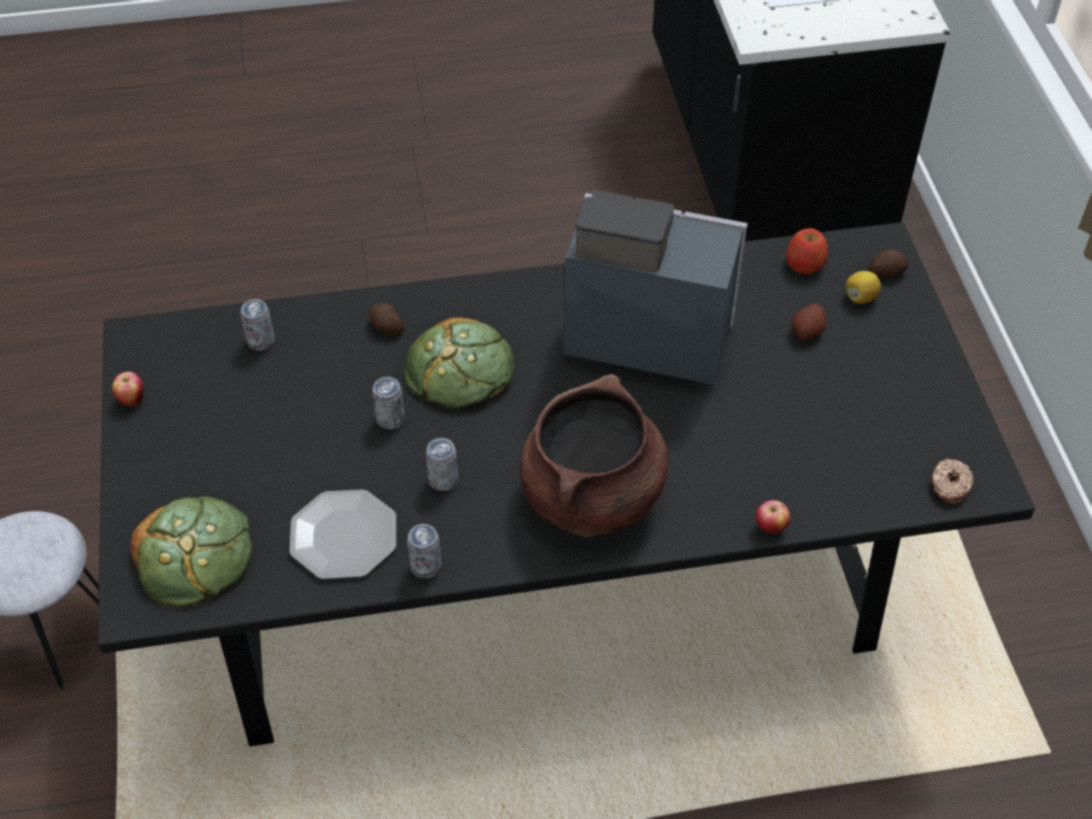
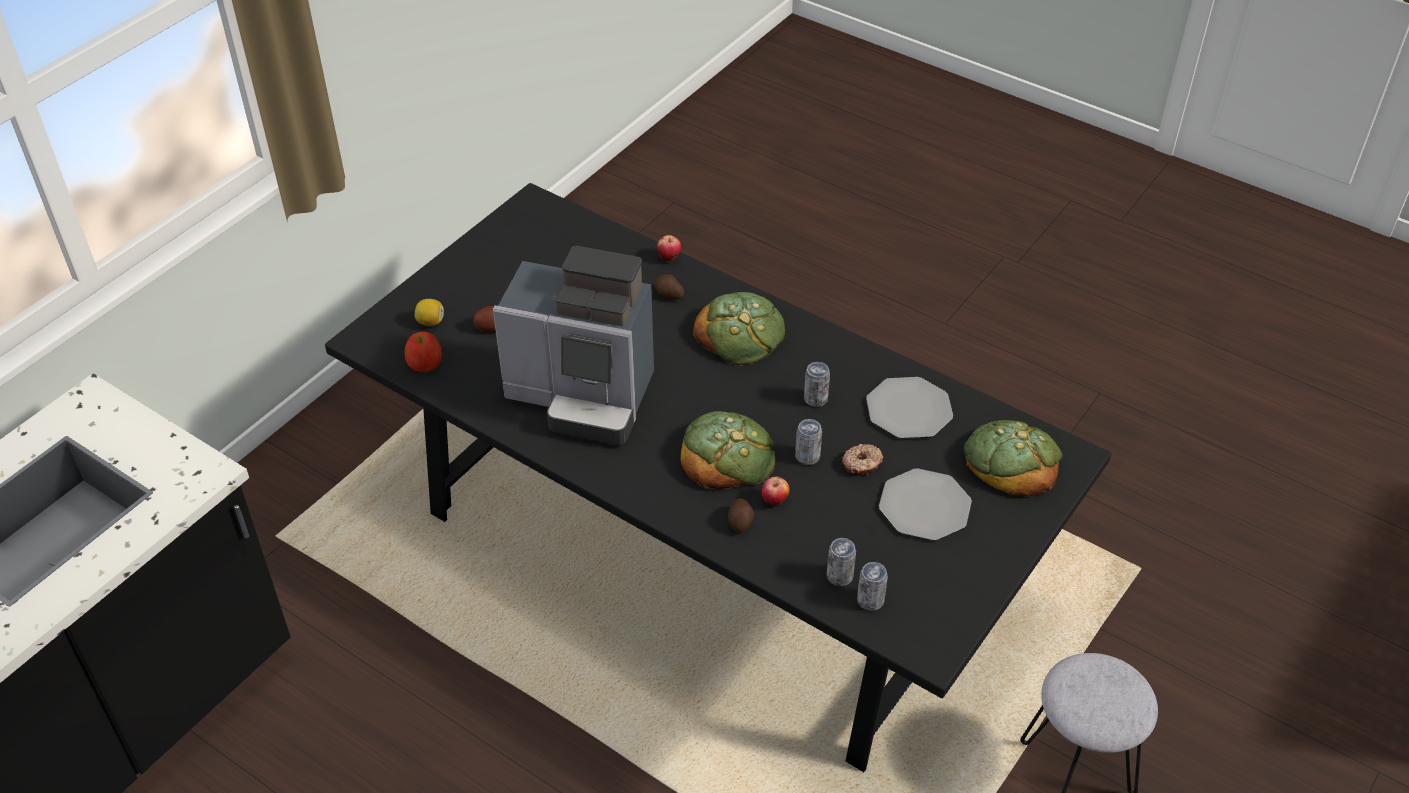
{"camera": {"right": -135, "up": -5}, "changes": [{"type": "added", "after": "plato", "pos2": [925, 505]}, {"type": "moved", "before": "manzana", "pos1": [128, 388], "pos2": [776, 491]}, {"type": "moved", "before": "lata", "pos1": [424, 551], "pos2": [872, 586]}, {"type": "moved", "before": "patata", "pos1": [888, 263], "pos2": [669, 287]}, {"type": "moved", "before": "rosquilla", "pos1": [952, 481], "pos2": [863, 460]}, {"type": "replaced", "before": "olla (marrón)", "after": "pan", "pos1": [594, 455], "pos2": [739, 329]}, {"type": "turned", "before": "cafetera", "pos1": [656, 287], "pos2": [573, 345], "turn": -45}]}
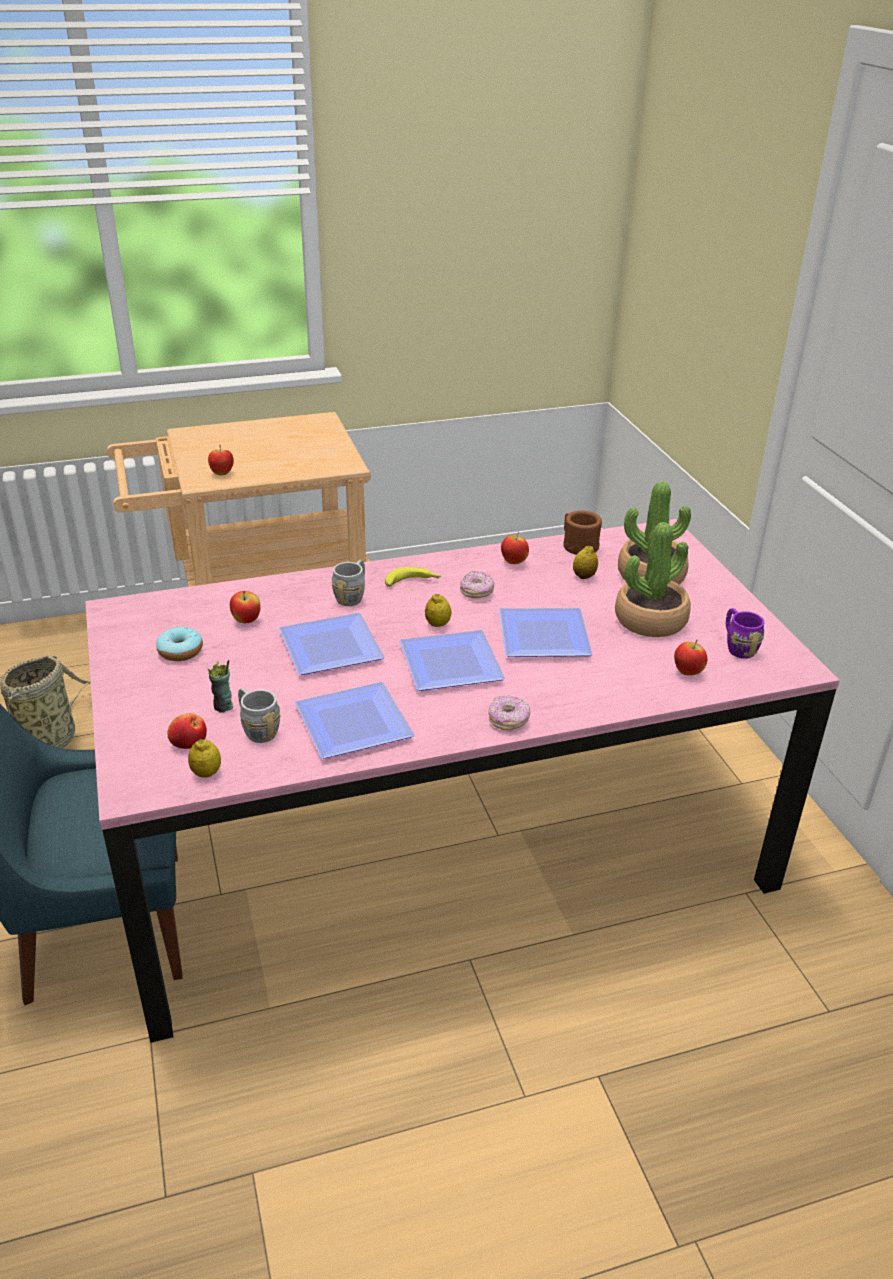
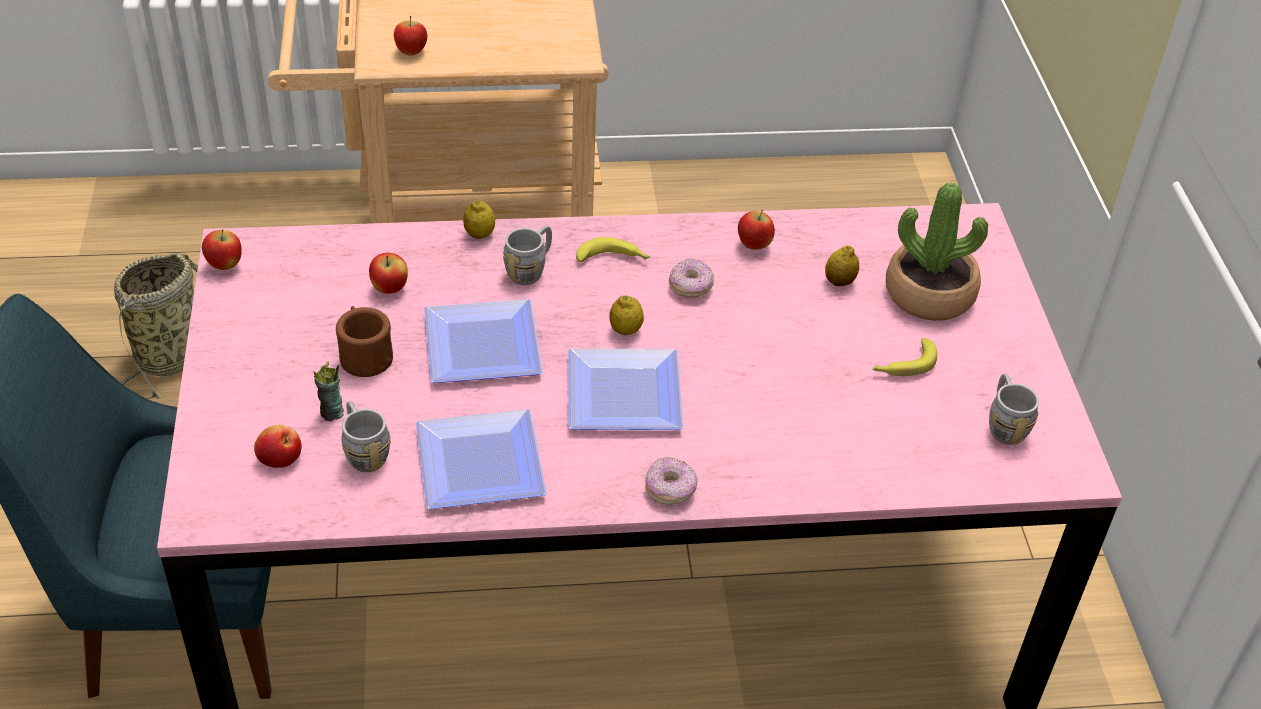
{"camera": {"right": 10, "up": 10}, "changes": [{"type": "removed", "before": "rosquilla", "pos1": [179, 644]}, {"type": "removed", "before": "plato", "pos1": [546, 632]}, {"type": "moved", "before": "limón", "pos1": [204, 758], "pos2": [479, 219]}, {"type": "moved", "before": "taza grande (marrón)", "pos1": [583, 533], "pos2": [364, 341]}, {"type": "moved", "before": "manzana", "pos1": [690, 658], "pos2": [222, 250]}, {"type": "replaced", "before": "planta en maceta", "after": "plátano", "pos1": [653, 579], "pos2": [905, 357]}, {"type": "recoloured", "before": "taza grande (morado)", "after": "taza grande (gris)", "pos1": [745, 633], "pos2": [1014, 409]}]}
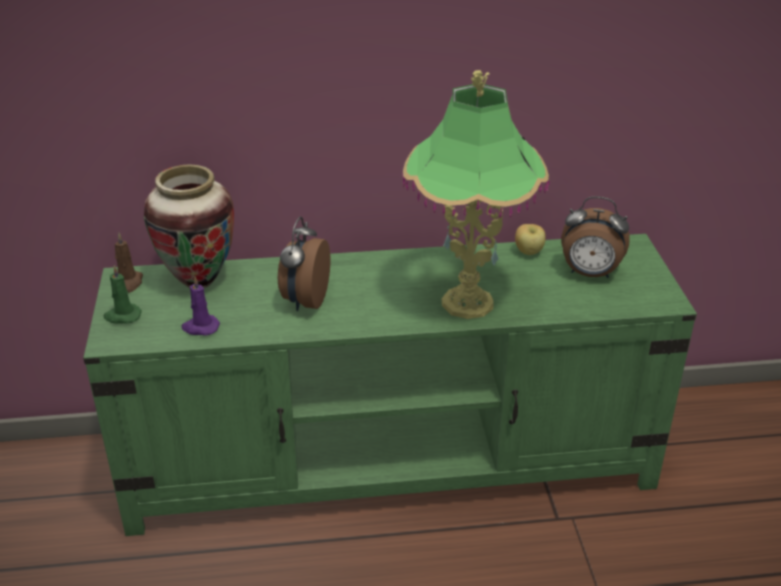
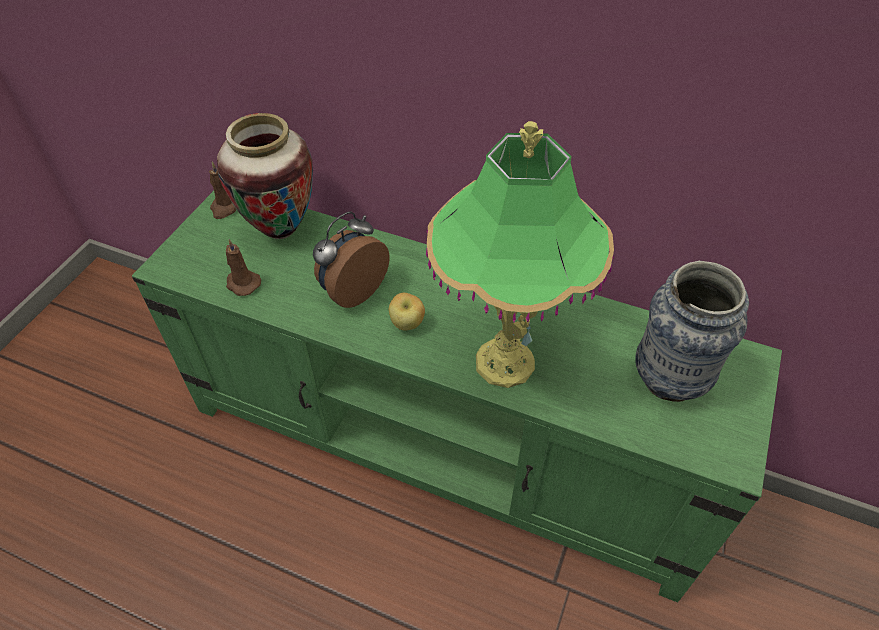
{"camera": {"right": 30, "up": 15}, "changes": [{"type": "removed", "before": "vela (verde)", "pos1": [123, 294]}, {"type": "moved", "before": "manzana", "pos1": [530, 239], "pos2": [407, 311]}, {"type": "replaced", "before": "despertador", "after": "florero", "pos1": [595, 237], "pos2": [692, 331]}, {"type": "recoloured", "before": "vela (morado)", "after": "vela (marrón)", "pos1": [200, 306], "pos2": [243, 267]}]}
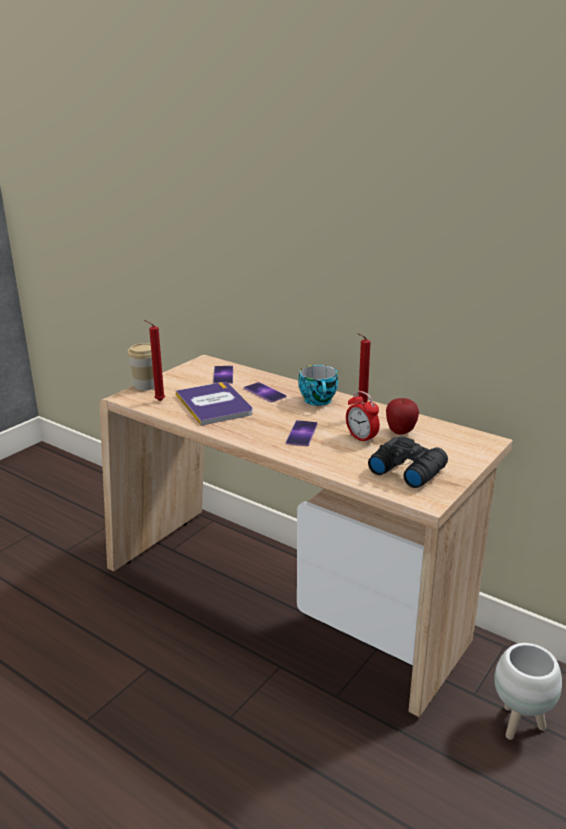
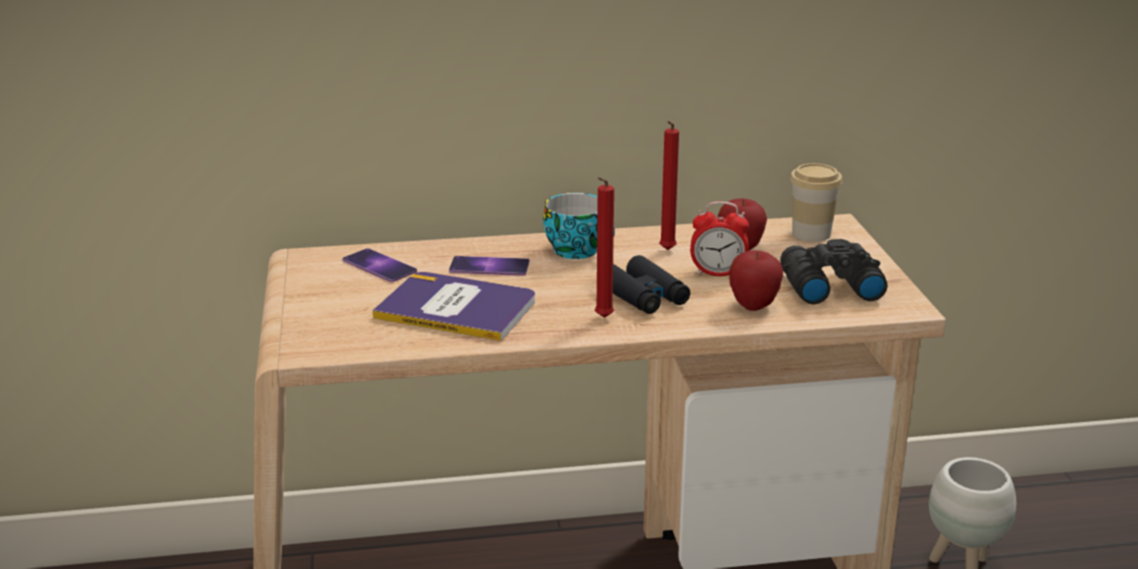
{"camera": {"right": -45, "up": 0}, "changes": [{"type": "added", "after": "manzana", "pos2": [756, 280]}, {"type": "moved", "before": "taza", "pos1": [141, 366], "pos2": [816, 202]}, {"type": "moved", "before": "vela (rojo)", "pos1": [154, 360], "pos2": [604, 247]}, {"type": "replaced", "before": "móvil", "after": "prismáticos (negro)", "pos1": [302, 433], "pos2": [651, 284]}]}
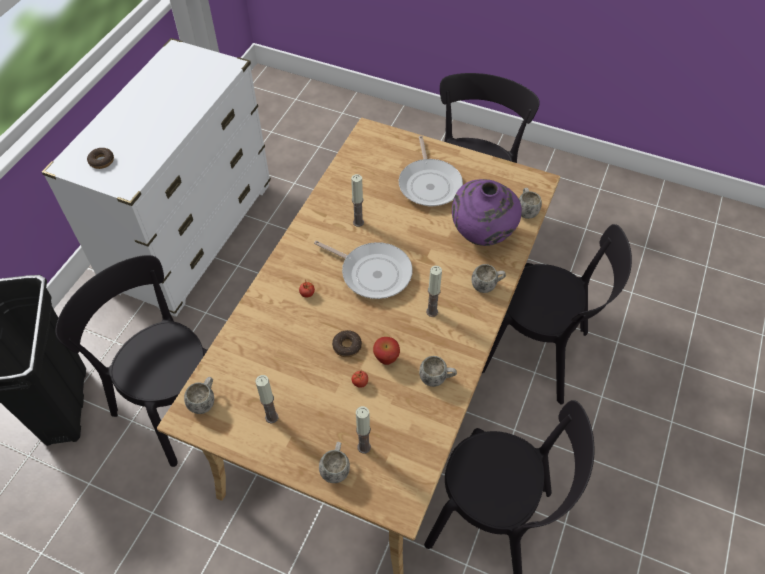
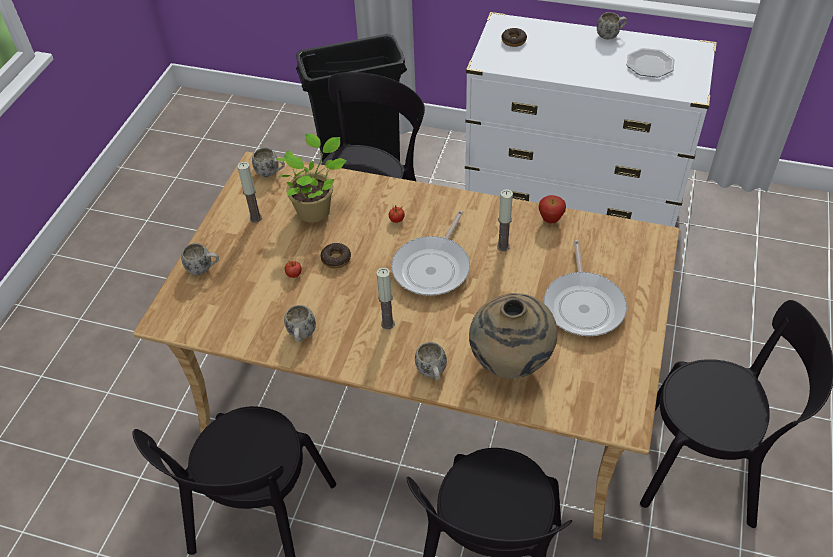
{"camera": {"right": 85, "up": -5}, "changes": [{"type": "removed", "before": "vela", "pos1": [363, 430]}, {"type": "added", "after": "planta en maceta", "pos2": [311, 178]}, {"type": "added", "after": "plato", "pos2": [650, 63]}, {"type": "moved", "before": "manzana", "pos1": [386, 351], "pos2": [552, 209]}, {"type": "moved", "before": "taza grande (blanco)", "pos1": [530, 203], "pos2": [612, 26]}, {"type": "recoloured", "before": "florero (morado)", "after": "florero (beis)", "pos1": [487, 212], "pos2": [513, 336]}, {"type": "turned", "before": "sartén", "pos1": [431, 171], "pos2": [585, 288], "turn": -75}]}
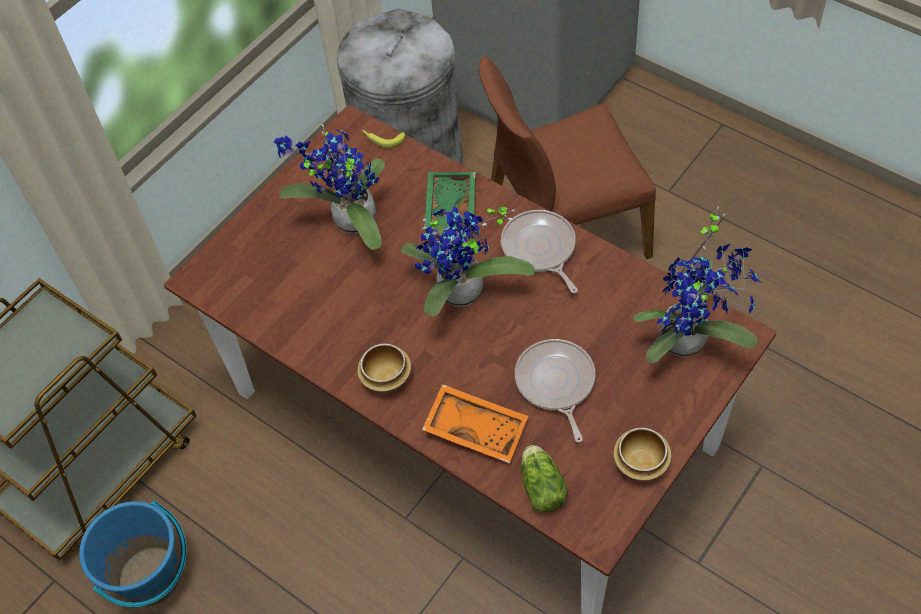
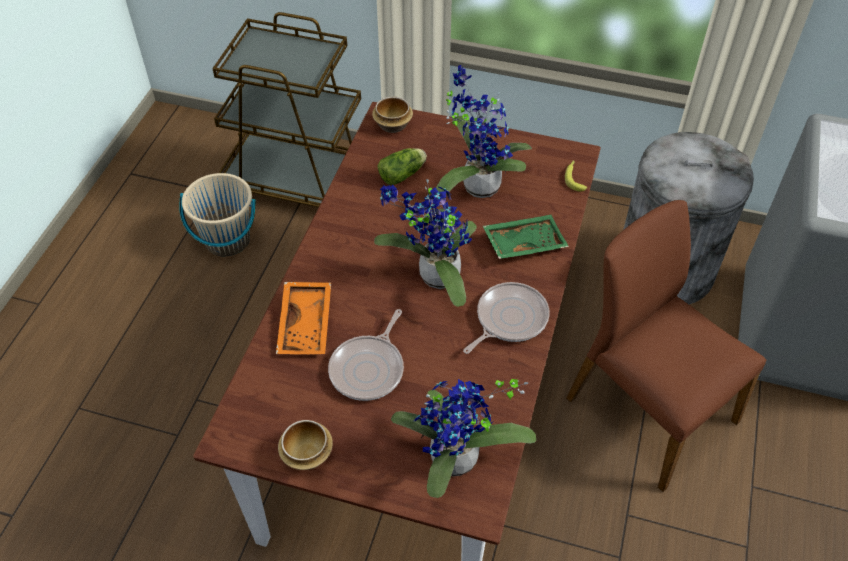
{"camera": {"right": 65, "up": -5}, "changes": [{"type": "moved", "before": "cuenco", "pos1": [384, 368], "pos2": [392, 115]}, {"type": "moved", "before": "lechuga", "pos1": [544, 479], "pos2": [402, 166]}, {"type": "recoloured", "before": "cubo (azul)", "after": "cubo (beis)", "pos1": [133, 553], "pos2": [217, 214]}, {"type": "turned", "before": "sartén", "pos1": [555, 391], "pos2": [366, 355], "turn": 150}]}
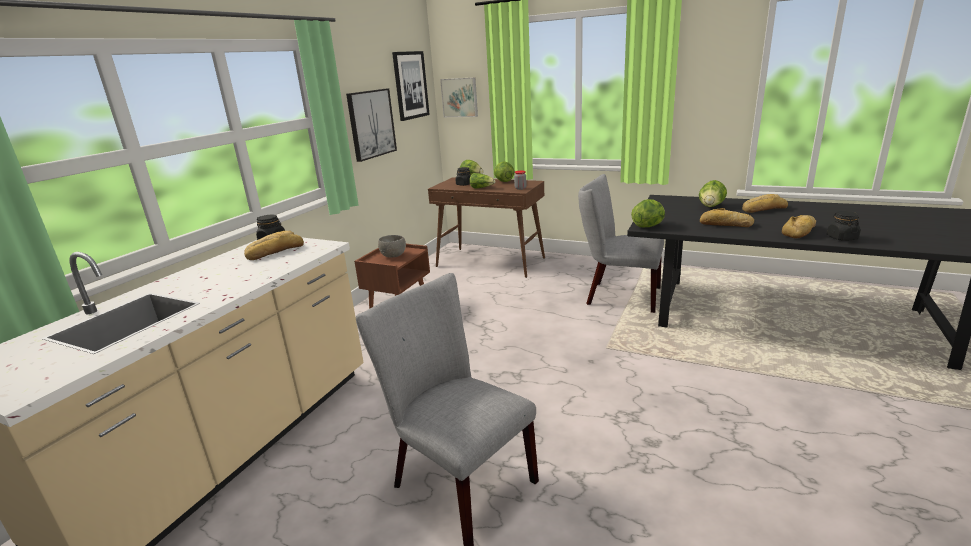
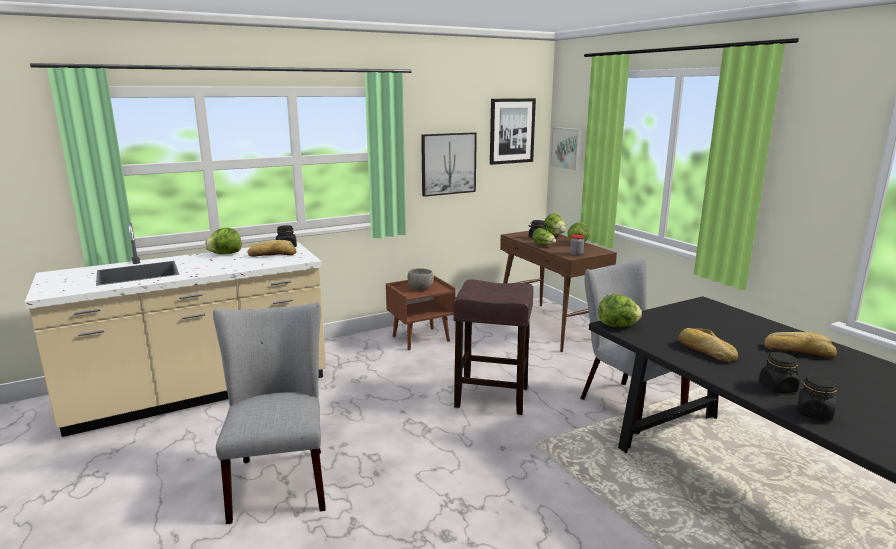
{"camera": {"right": 35, "up": -5}, "changes": [{"type": "added", "after": "taburete (marrón)", "pos2": [493, 347]}, {"type": "moved", "before": "lechuga", "pos1": [713, 193], "pos2": [223, 241]}, {"type": "replaced", "before": "pan", "after": "tarro (negro)", "pos1": [799, 226], "pos2": [779, 372]}]}
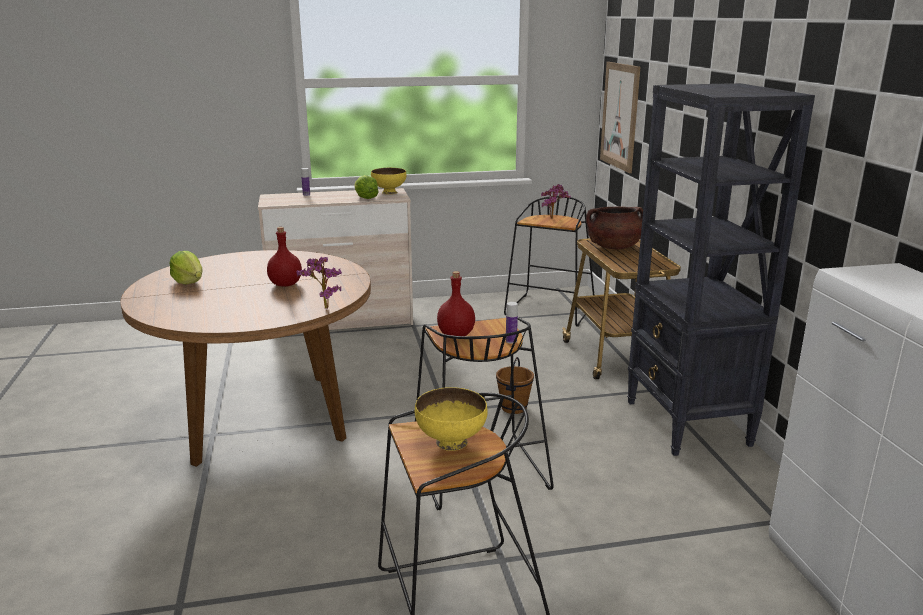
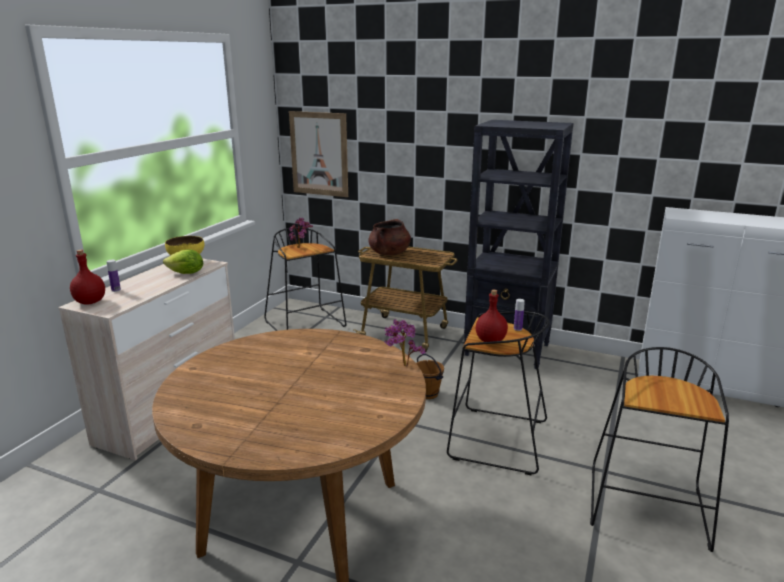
{"camera": {"right": -55, "up": 0}, "changes": [{"type": "removed", "before": "lechuga", "pos1": [185, 268]}, {"type": "removed", "before": "cuenco (amarillo)", "pos1": [451, 419]}, {"type": "moved", "before": "botella (rojo)", "pos1": [284, 257], "pos2": [87, 277]}]}
